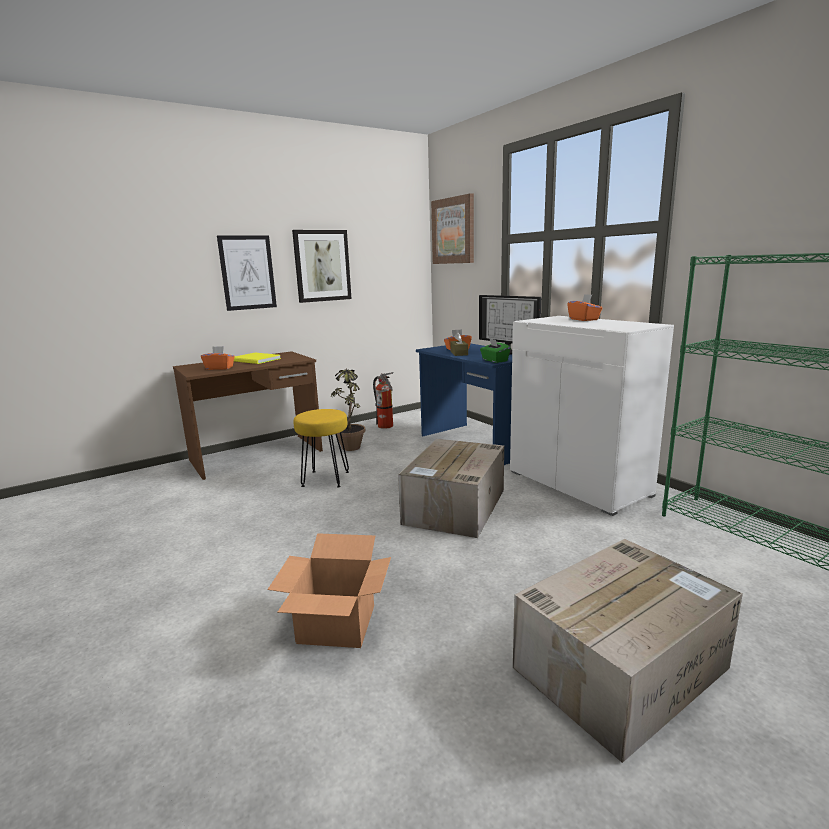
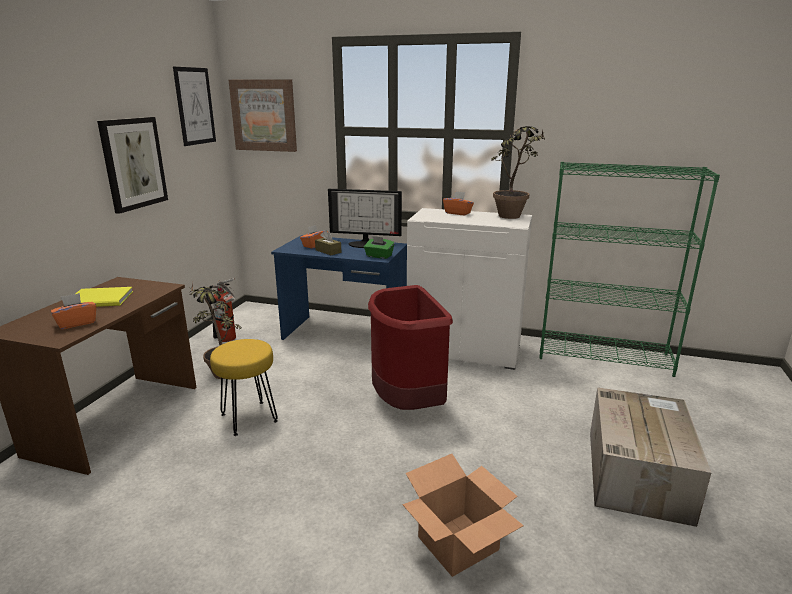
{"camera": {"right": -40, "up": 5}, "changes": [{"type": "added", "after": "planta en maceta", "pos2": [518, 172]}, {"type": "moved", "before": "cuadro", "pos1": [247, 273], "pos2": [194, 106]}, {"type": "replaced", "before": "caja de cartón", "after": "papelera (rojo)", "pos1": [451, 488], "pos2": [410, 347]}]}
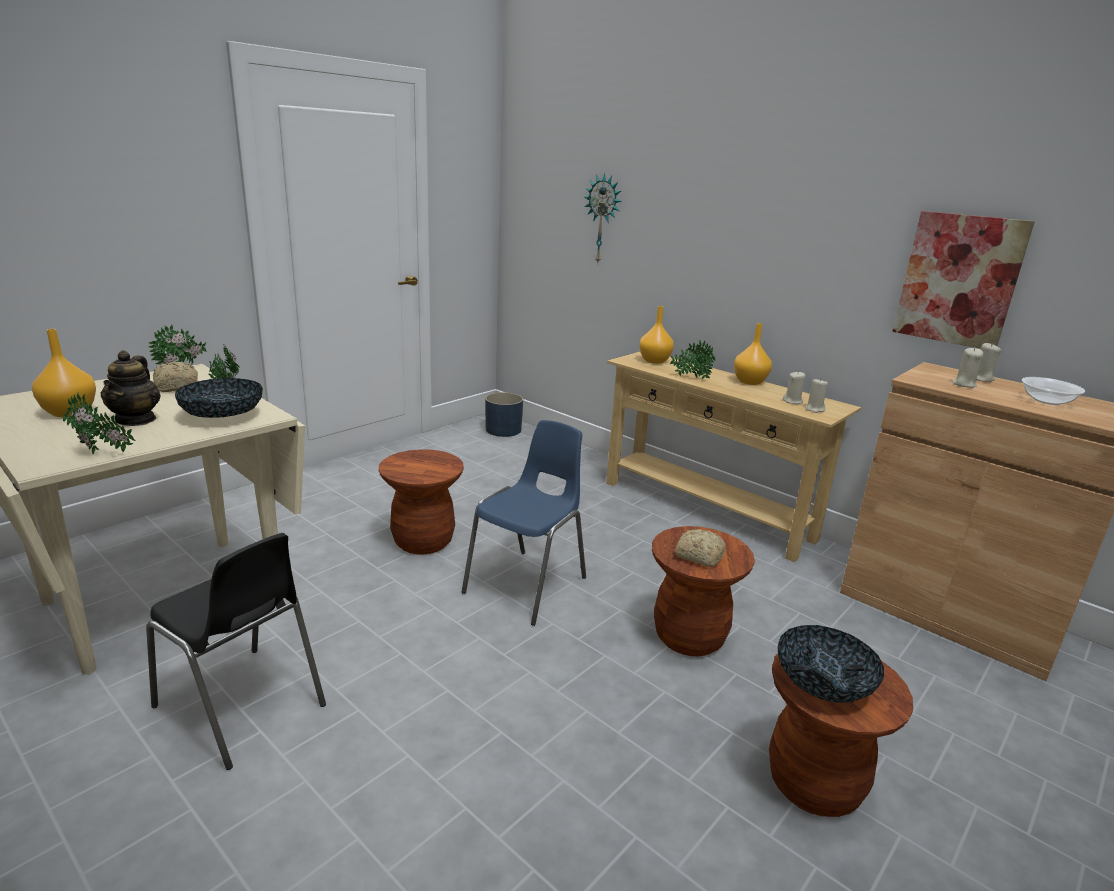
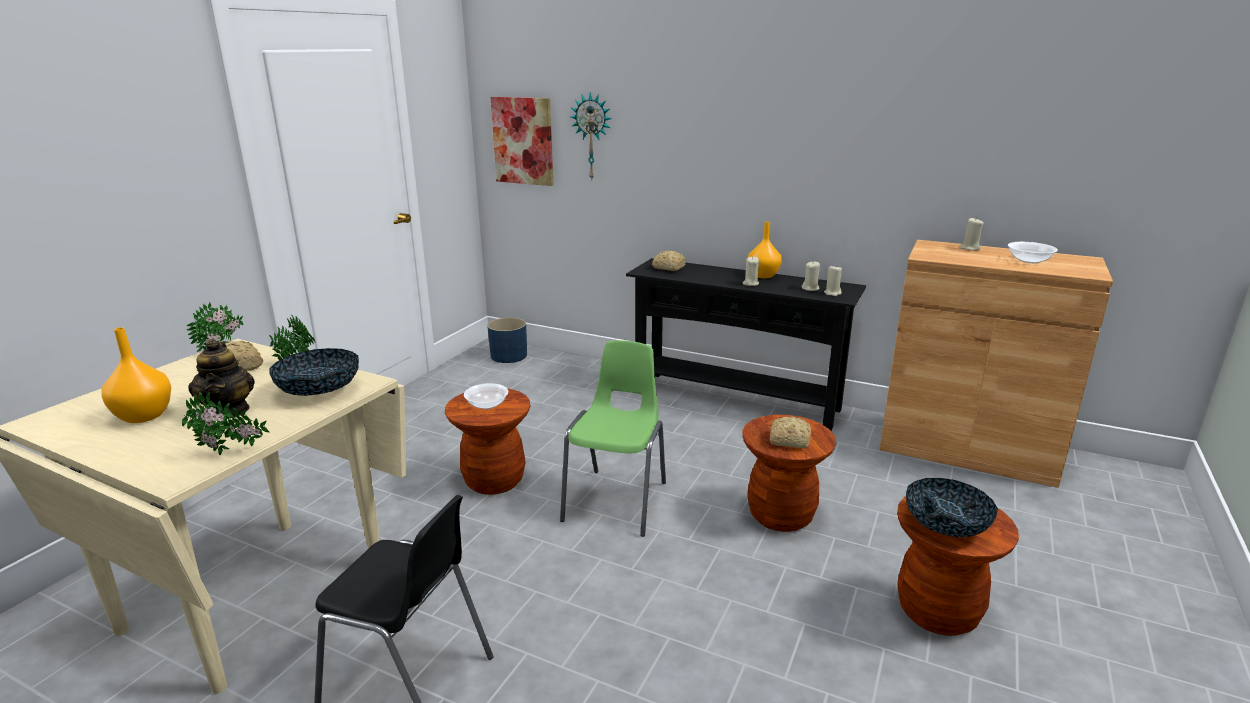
{"camera": {"right": -15, "up": 0}, "changes": [{"type": "removed", "before": "planta en maceta", "pos1": [692, 360]}, {"type": "added", "after": "cuenco", "pos2": [486, 396]}, {"type": "moved", "before": "cuadro", "pos1": [963, 280], "pos2": [522, 141]}, {"type": "moved", "before": "vela (beis)", "pos1": [968, 368], "pos2": [751, 271]}, {"type": "replaced", "before": "florero (naranja)", "after": "pan", "pos1": [656, 335], "pos2": [669, 261]}, {"type": "recoloured", "before": "silla (azul)", "after": "silla (verde)", "pos1": [524, 523], "pos2": [613, 438]}, {"type": "recoloured", "before": "mesa consola (beis)", "after": "mesa consola (negro)", "pos1": [733, 457], "pos2": [746, 344]}]}
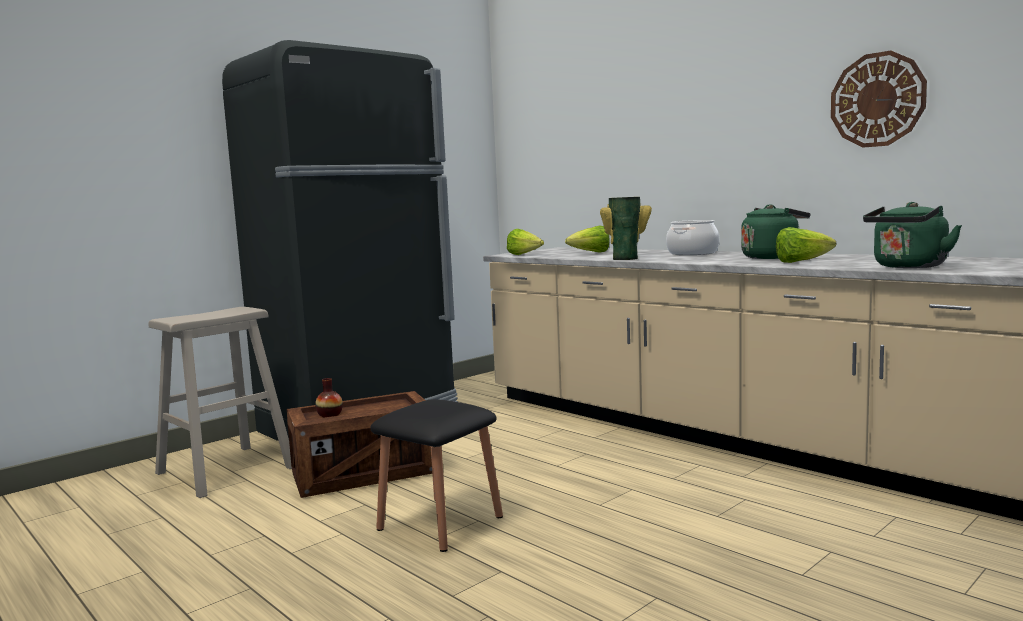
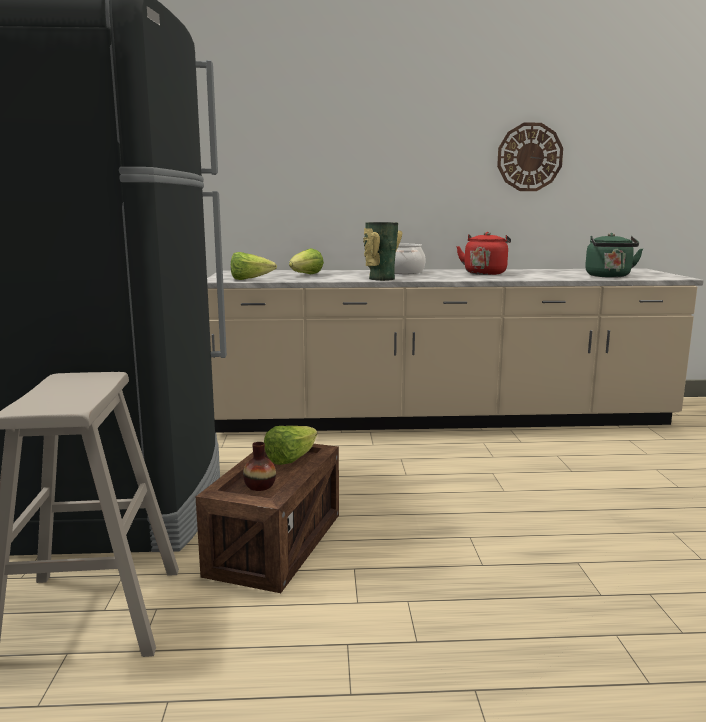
{"camera": {"right": -50, "up": 5}, "changes": [{"type": "removed", "before": "taburete (negro)", "pos1": [436, 475]}, {"type": "moved", "before": "lechuga", "pos1": [806, 245], "pos2": [290, 445]}, {"type": "recoloured", "before": "hervidor (verde)", "after": "hervidor (rojo)", "pos1": [775, 231], "pos2": [483, 253]}]}
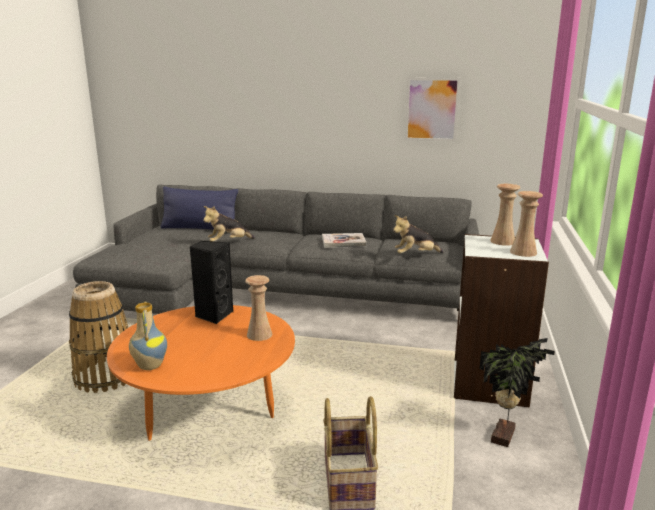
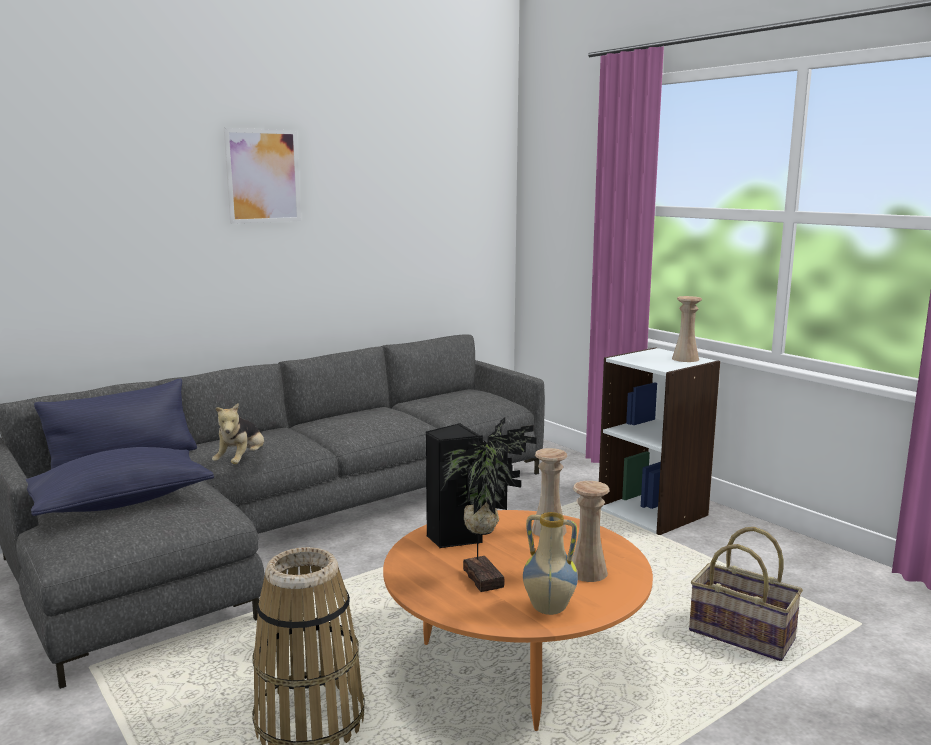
{"camera": {"right": -50, "up": -5}, "changes": [{"type": "removed", "before": "libro", "pos1": [344, 240]}, {"type": "removed", "before": "peluche", "pos1": [418, 234]}, {"type": "added", "after": "cojín (azul)", "pos2": [120, 481]}, {"type": "moved", "before": "cuadro", "pos1": [433, 109], "pos2": [262, 176]}, {"type": "moved", "before": "planta en maceta", "pos1": [517, 392], "pos2": [488, 505]}, {"type": "moved", "before": "florero (beis)", "pos1": [505, 215], "pos2": [591, 531]}]}
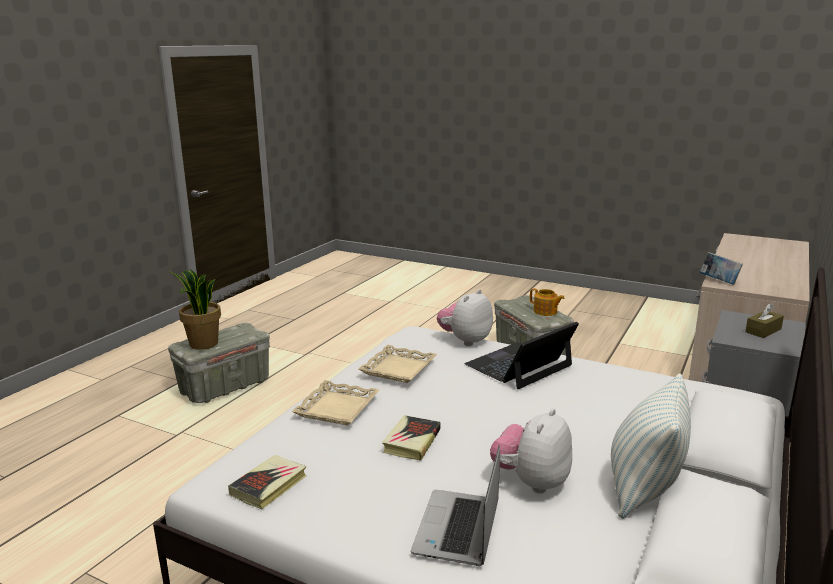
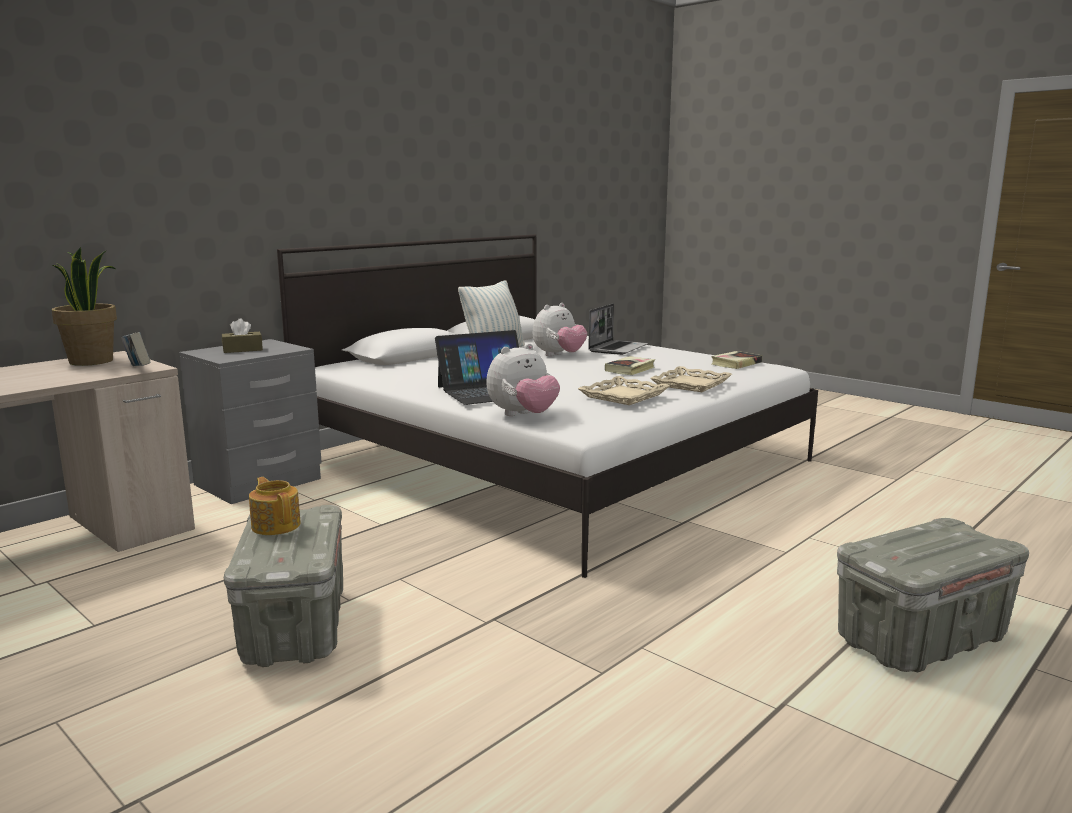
{"camera": {"right": -165, "up": -5}, "changes": [{"type": "moved", "before": "planta en maceta", "pos1": [195, 309], "pos2": [84, 306]}]}
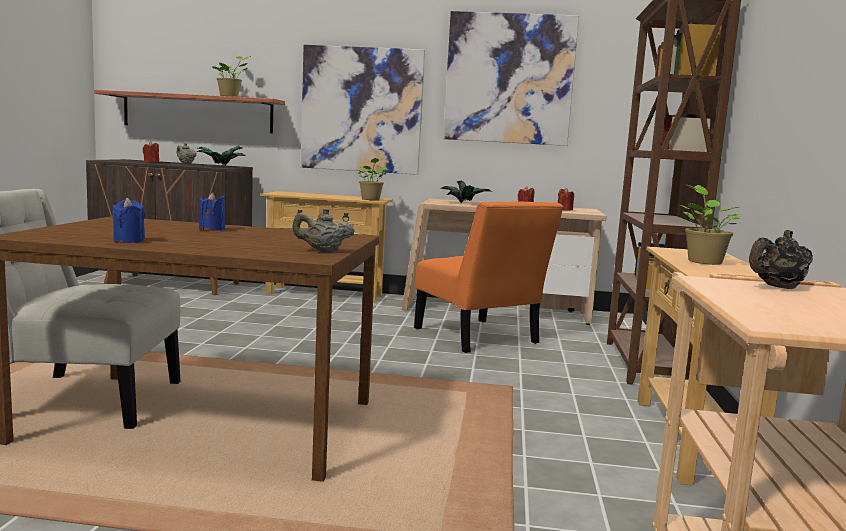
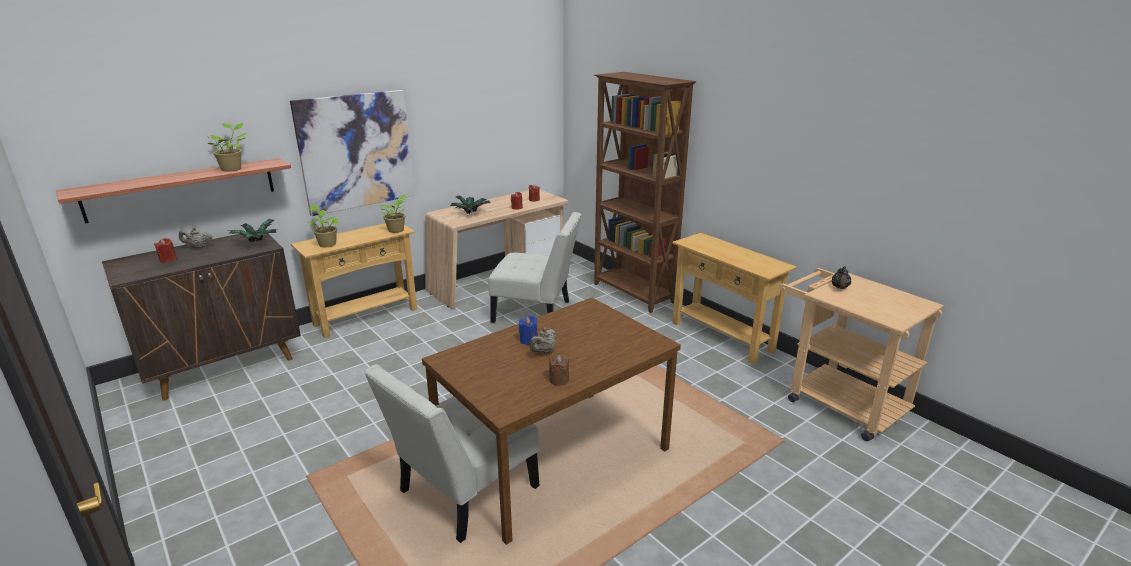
{"camera": {"right": -45, "up": 15}, "changes": [{"type": "removed", "before": "cuadro", "pos1": [511, 78]}, {"type": "moved", "before": "tetera (beis)", "pos1": [323, 230], "pos2": [543, 341]}, {"type": "moved", "before": "planta en maceta", "pos1": [710, 225], "pos2": [323, 225]}, {"type": "recoloured", "before": "vela (azul)", "after": "vela (marrón)", "pos1": [128, 220], "pos2": [559, 369]}, {"type": "recoloured", "before": "silla (naranja)", "after": "silla (blanco)", "pos1": [488, 277], "pos2": [534, 267]}]}
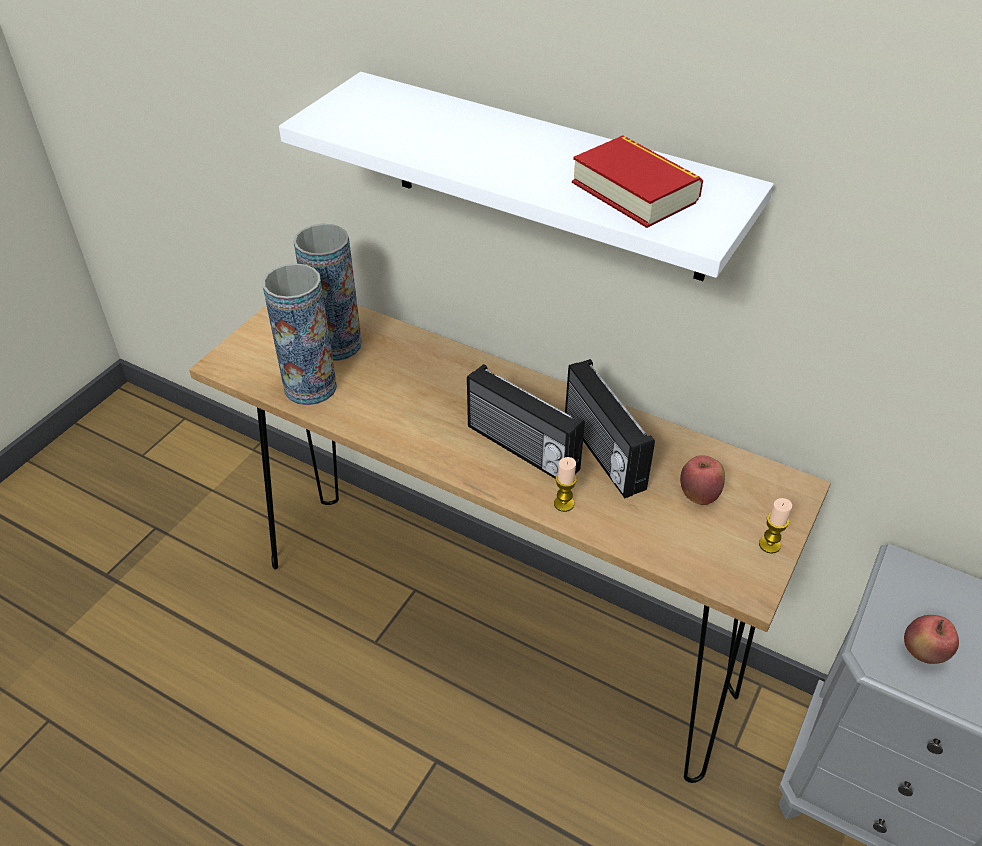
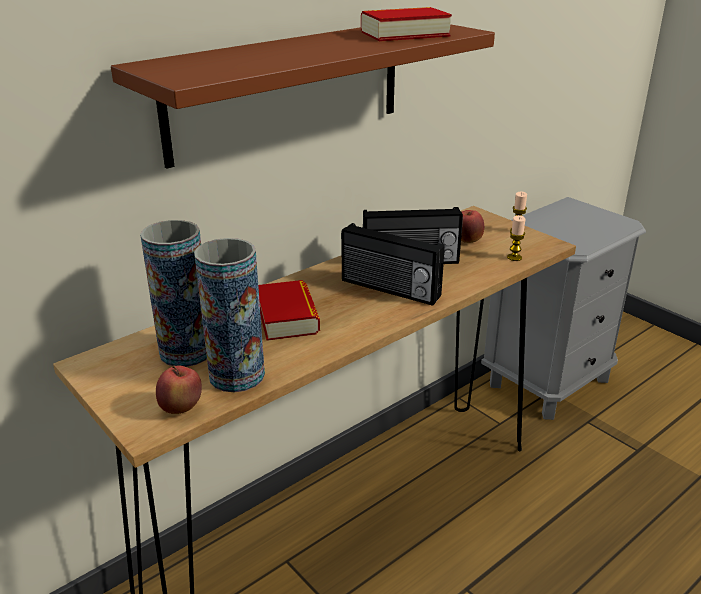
{"camera": {"right": -70, "up": -15}, "changes": [{"type": "added", "after": "libro", "pos2": [289, 310]}, {"type": "moved", "before": "vela", "pos1": [565, 484], "pos2": [516, 238]}, {"type": "moved", "before": "manzana", "pos1": [931, 639], "pos2": [179, 389]}, {"type": "recoloured", "before": "estante (blanco)", "after": "estante (marrón)", "pos1": [526, 176], "pos2": [303, 96]}, {"type": "turned", "before": "radio", "pos1": [526, 421], "pos2": [393, 264], "turn": 60}]}
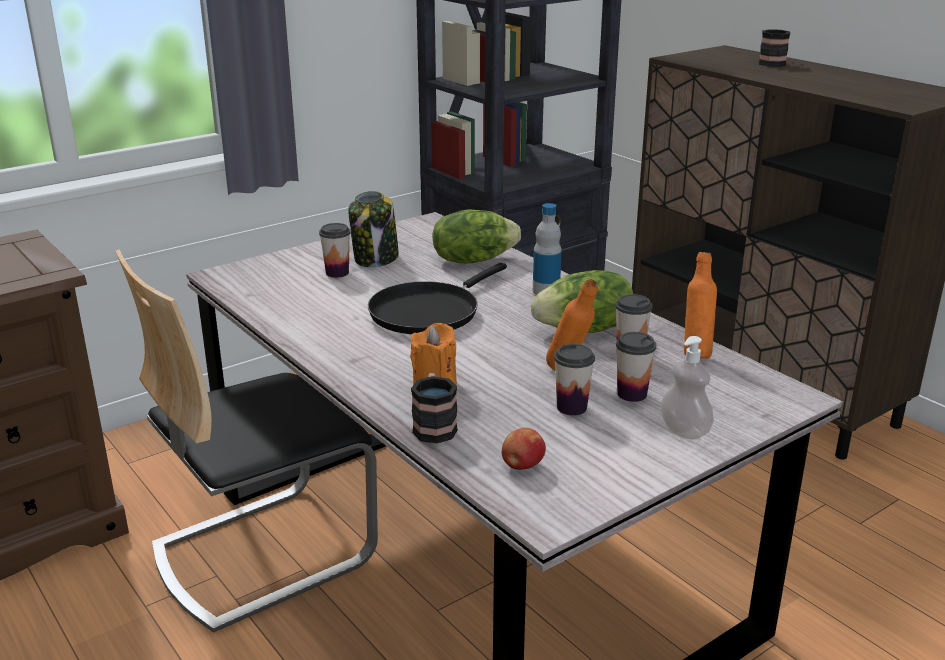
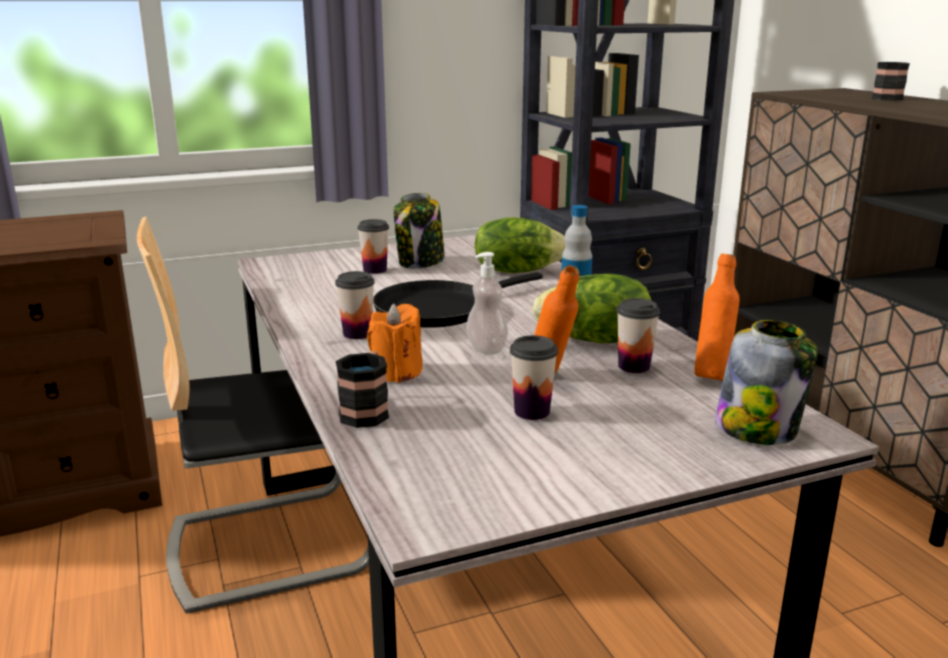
{"camera": {"right": 15, "up": -5}, "changes": [{"type": "removed", "before": "manzana", "pos1": [524, 449]}, {"type": "added", "after": "tarro", "pos2": [766, 382]}, {"type": "moved", "before": "taza", "pos1": [636, 367], "pos2": [355, 305]}, {"type": "moved", "before": "dispensador de jabón", "pos1": [687, 388], "pos2": [487, 303]}]}
